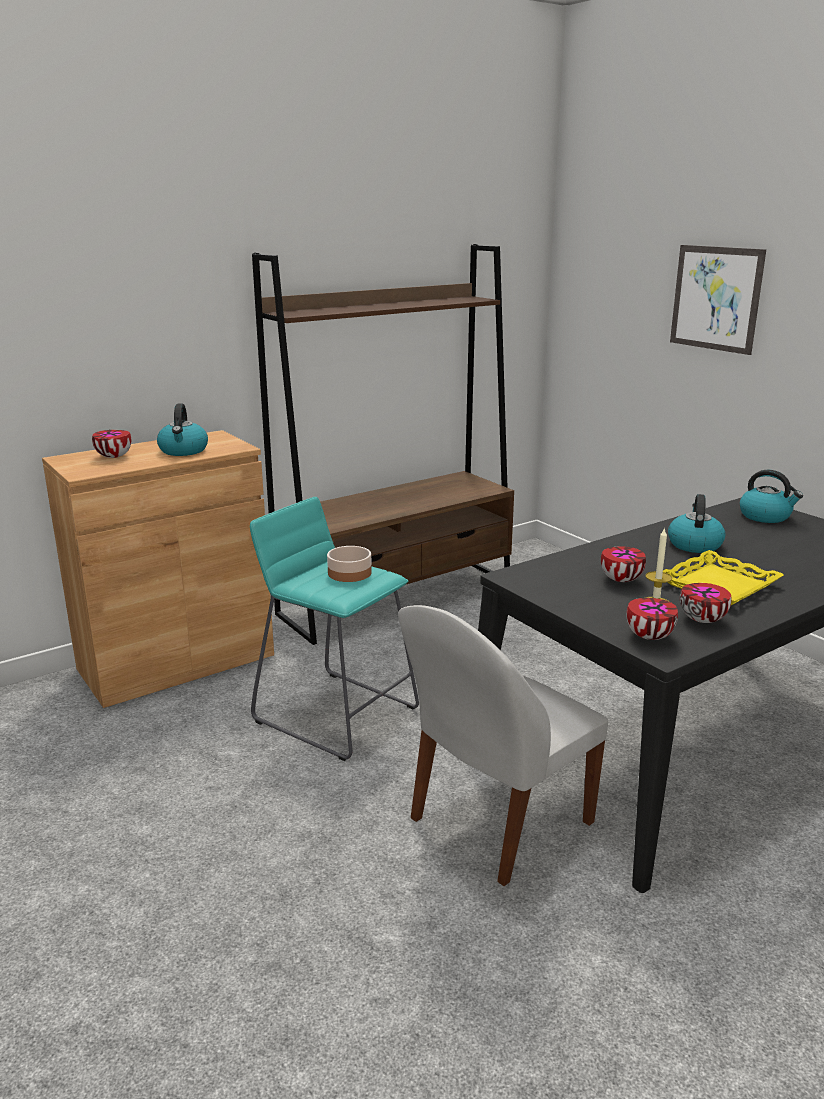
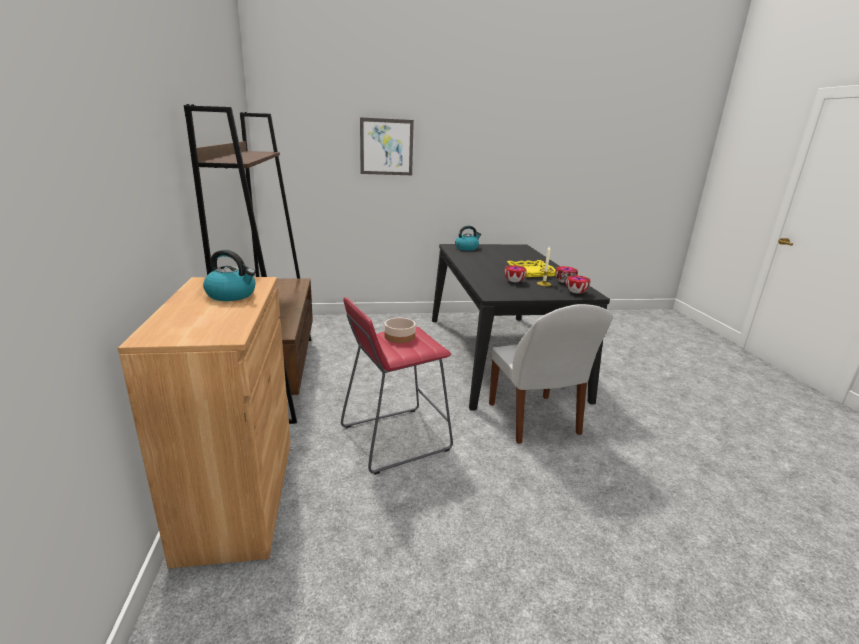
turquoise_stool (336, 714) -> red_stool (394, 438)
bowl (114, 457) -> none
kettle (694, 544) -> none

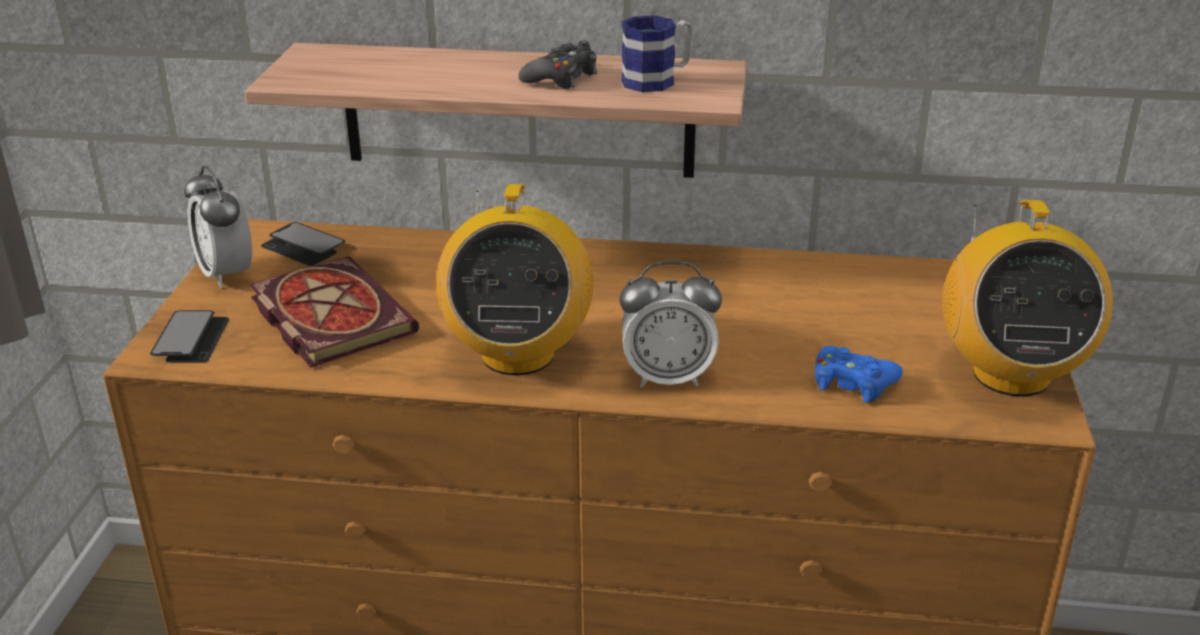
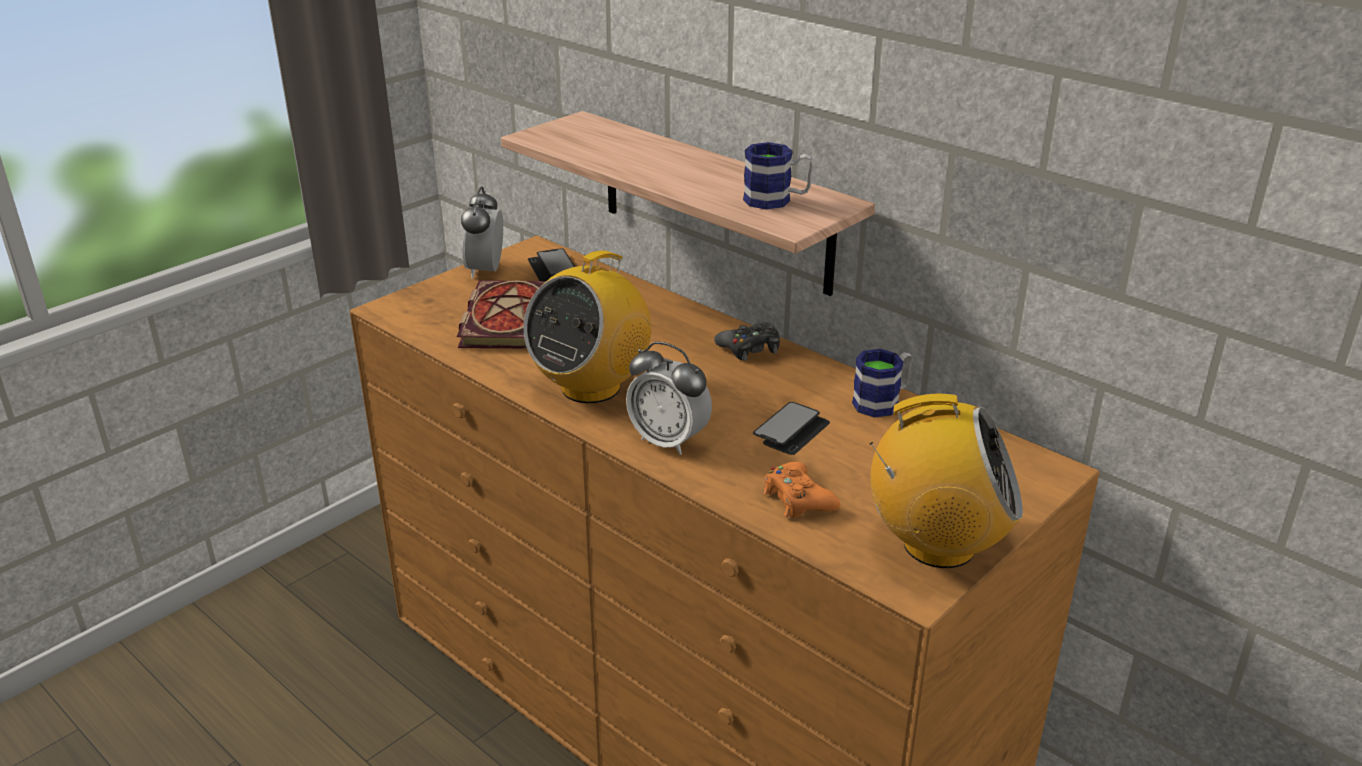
black_game_controller (561, 78) -> black_game_controller (750, 348), moved
phone (191, 339) -> phone (791, 430), moved
blue_game_controller (852, 383) -> orange_game_controller (797, 499)
none -> mug (882, 401)
radio (1010, 374) -> radio (937, 545), 120 degrees counterclockwise

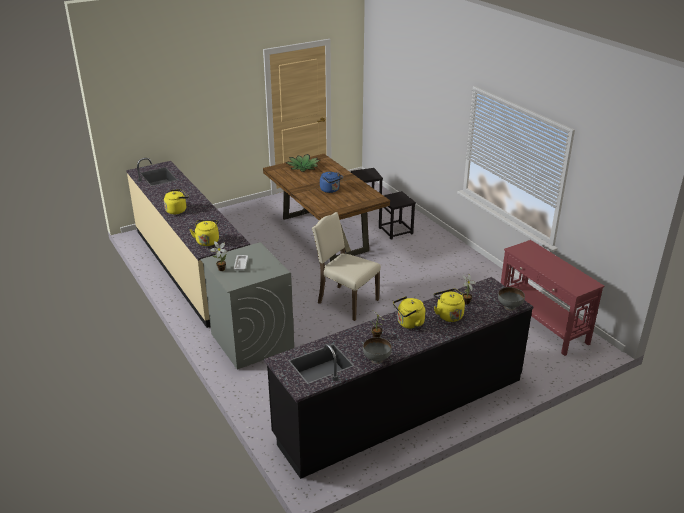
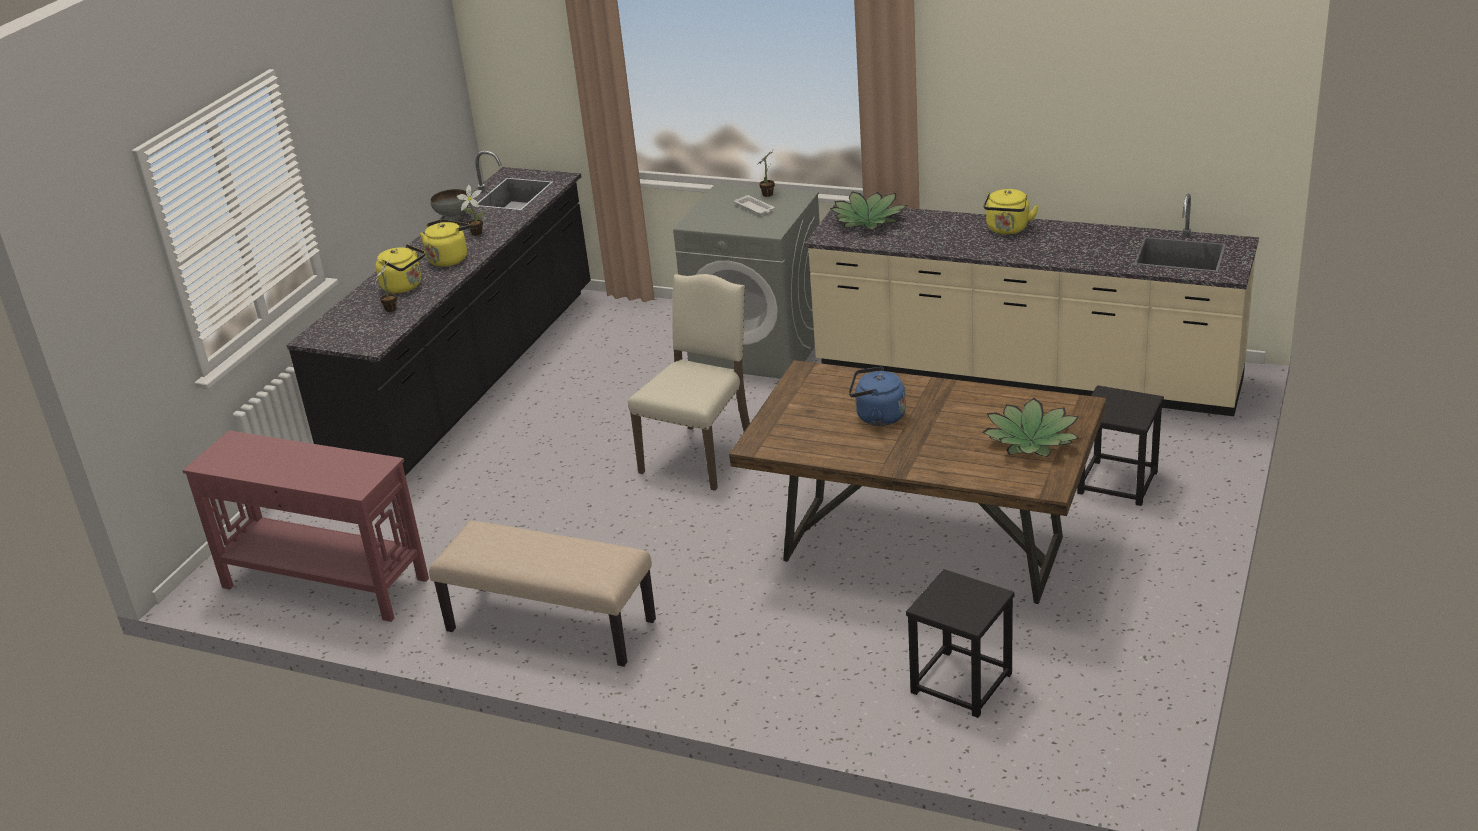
none -> beige_bench (549, 626)
beige_chair (346, 301) -> beige_chair (700, 455), 60 degrees counterclockwise
yellow_kettle (207, 241) -> potted_plant (868, 220)
black_stool (396, 231) -> black_stool (1117, 483), moved
grey_bowl (509, 307) -> none

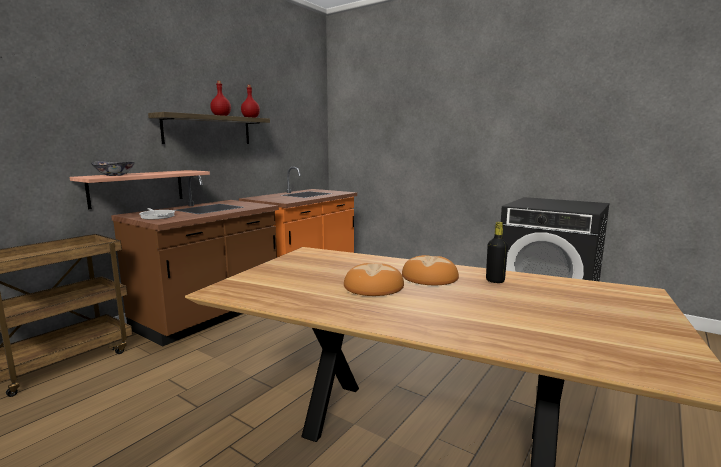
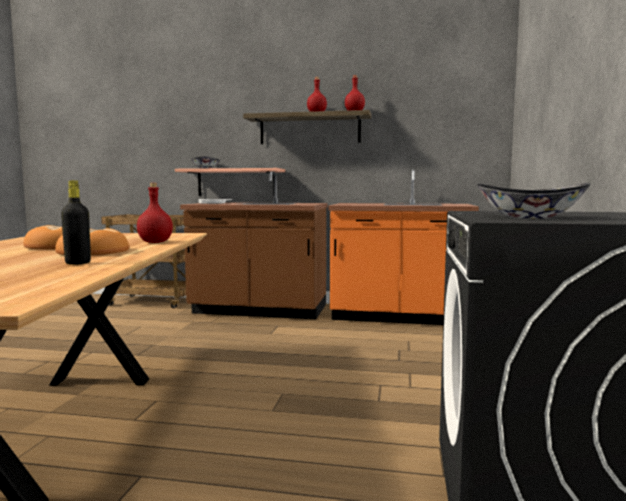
none -> red_bottle (156, 242)
none -> bowl (529, 217)

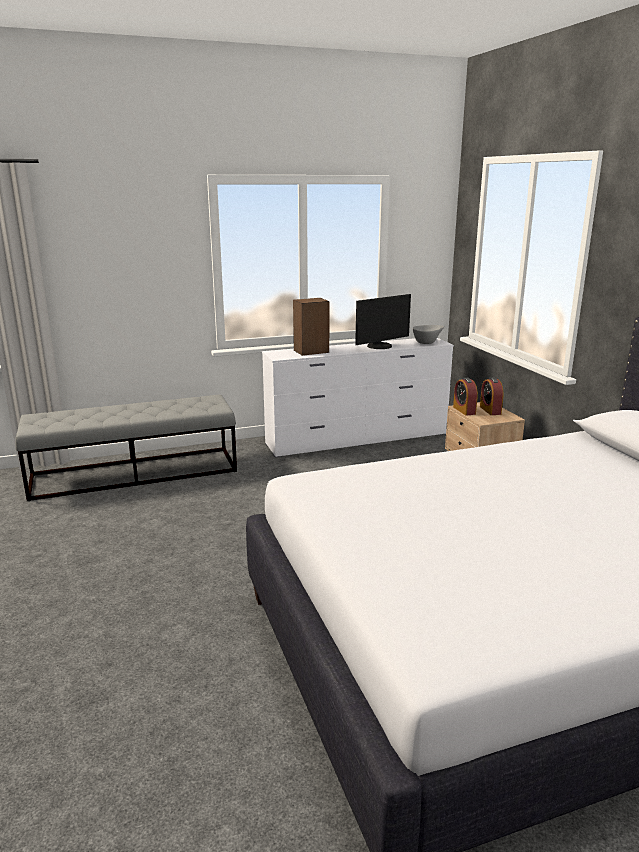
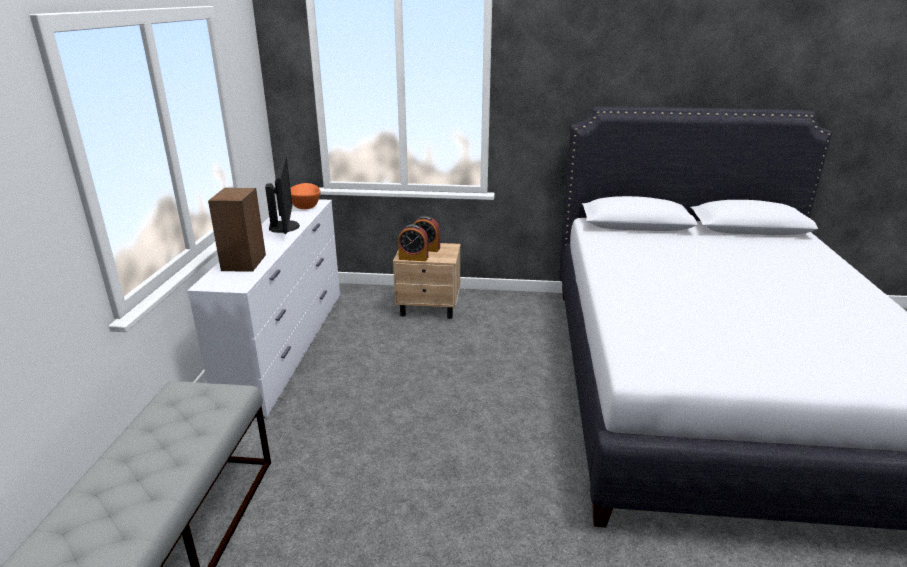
grey_bowl (427, 342) -> orange_bowl (306, 206)

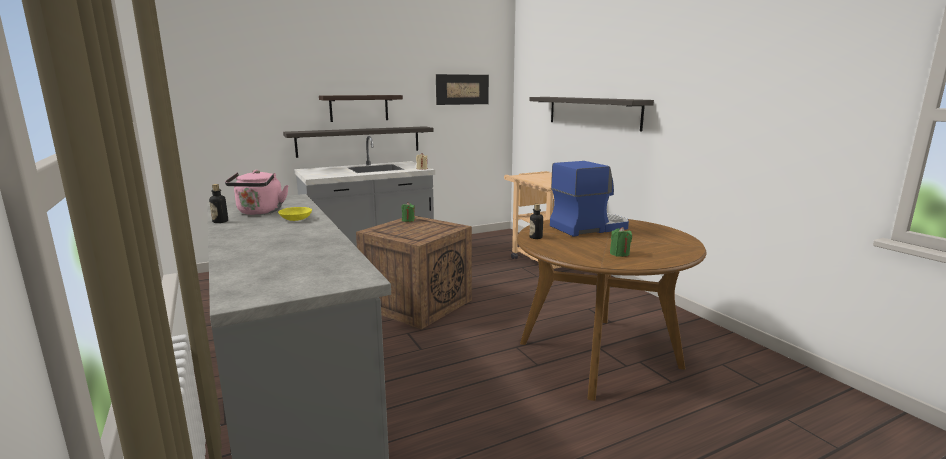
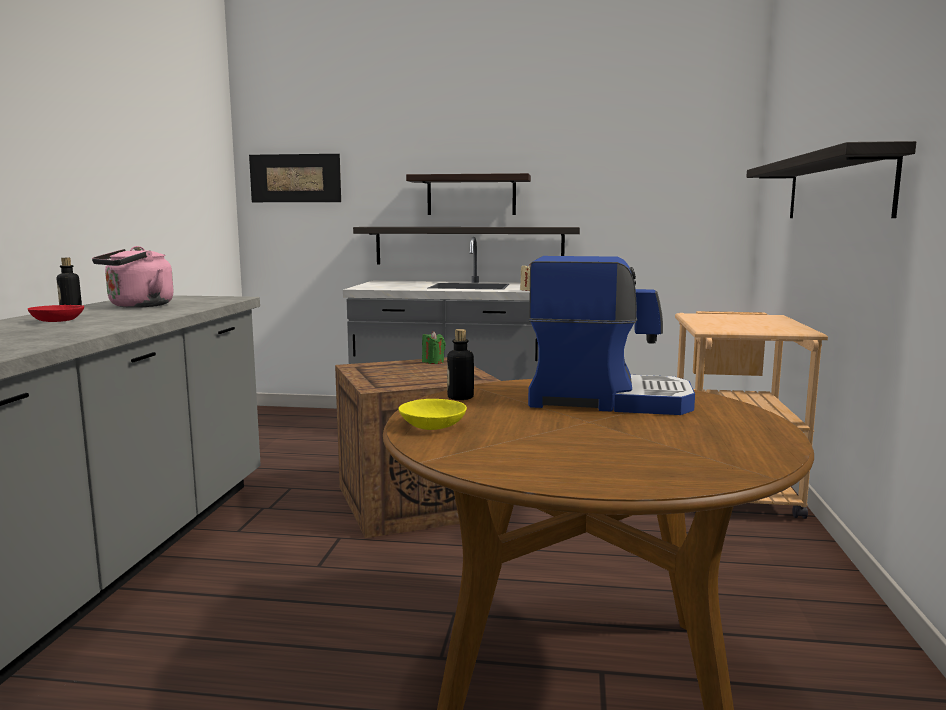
none -> red_bowl (58, 321)
picture (462, 89) -> picture (295, 178), moved
yellow_bowl (295, 219) -> yellow_bowl (431, 426), moved
green_candle (619, 254) -> none

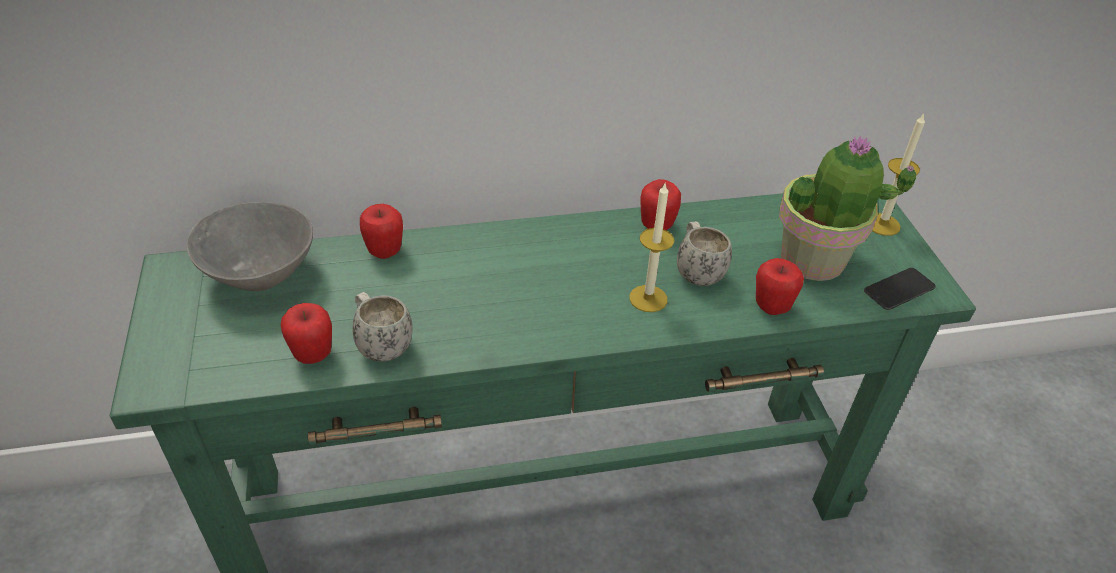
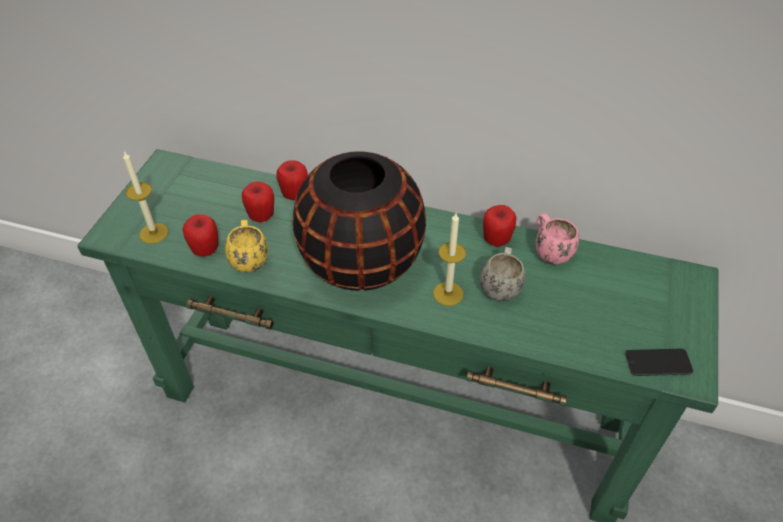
candle (882, 224) -> candle (154, 233), moved
white_mug (380, 344) -> yellow_mug (249, 258)
apple (771, 307) -> apple (261, 216), moved
none -> black_vase (361, 263)
none -> pink_mug (549, 251)
grey_bowl (259, 274) -> none
potted_plant (814, 260) -> none

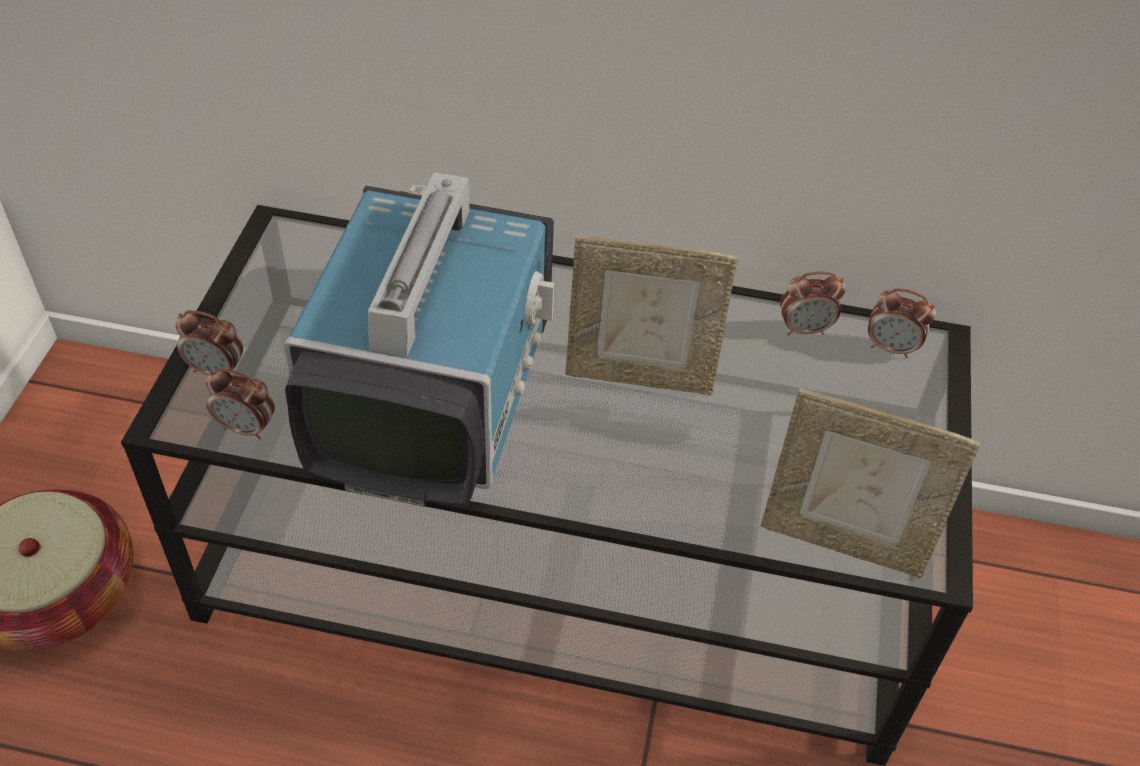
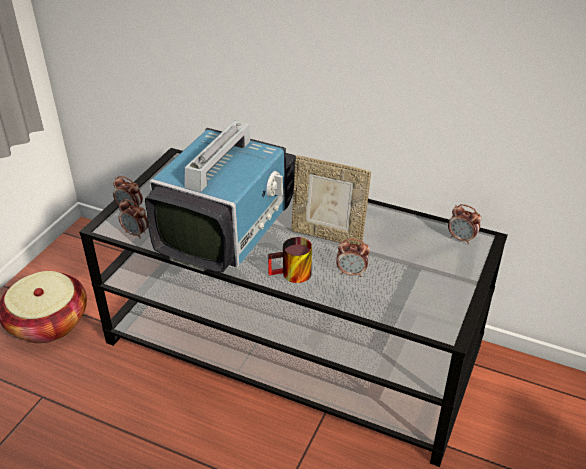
none -> mug (292, 275)
alarm_clock (805, 329) -> alarm_clock (351, 273), moved
picture_frame (843, 541) -> none

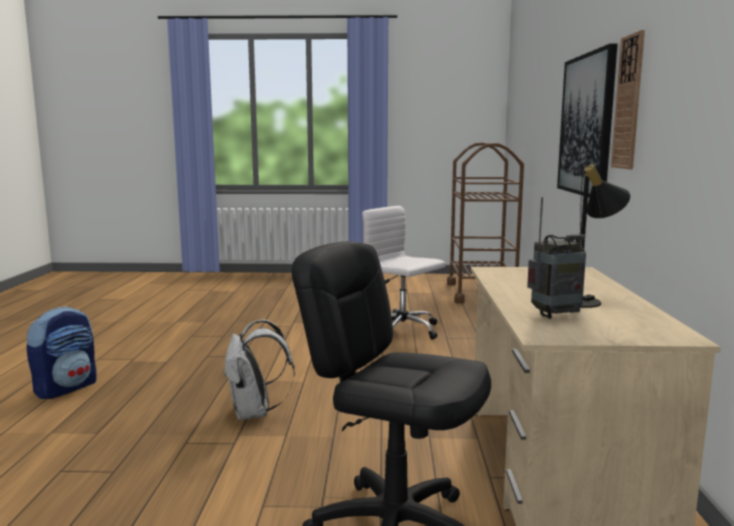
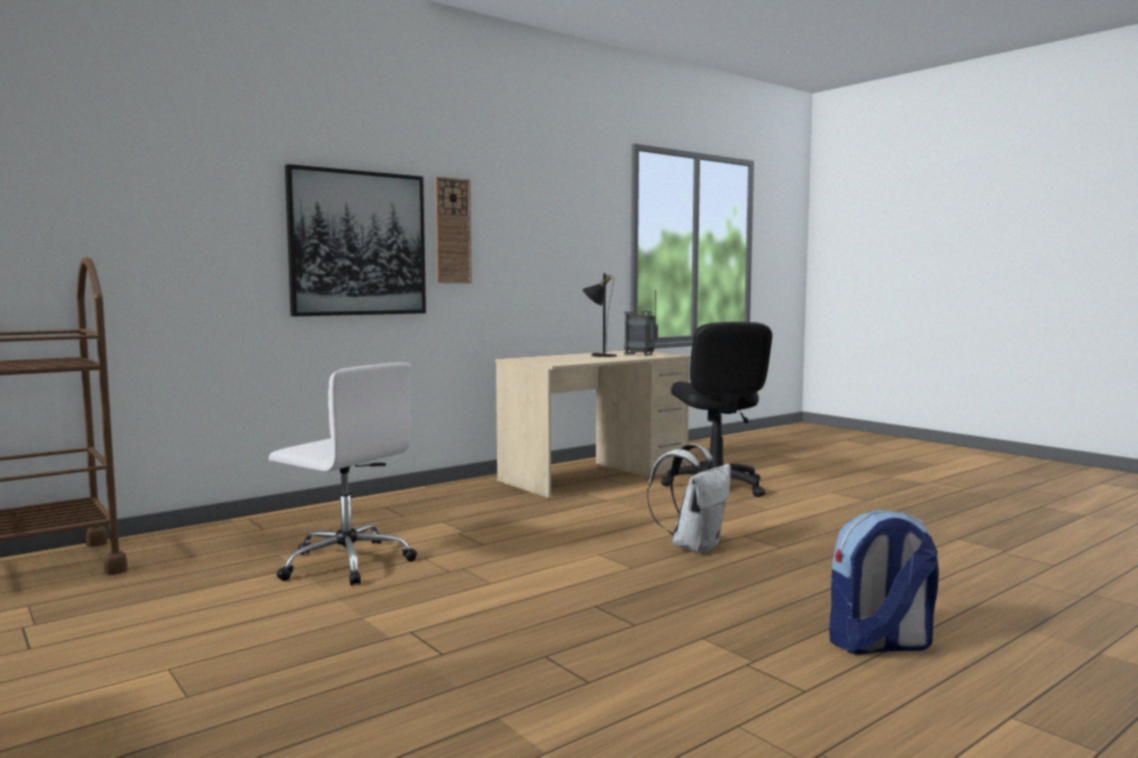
white_office_chair (403, 331) -> white_office_chair (345, 562), 60 degrees counterclockwise

